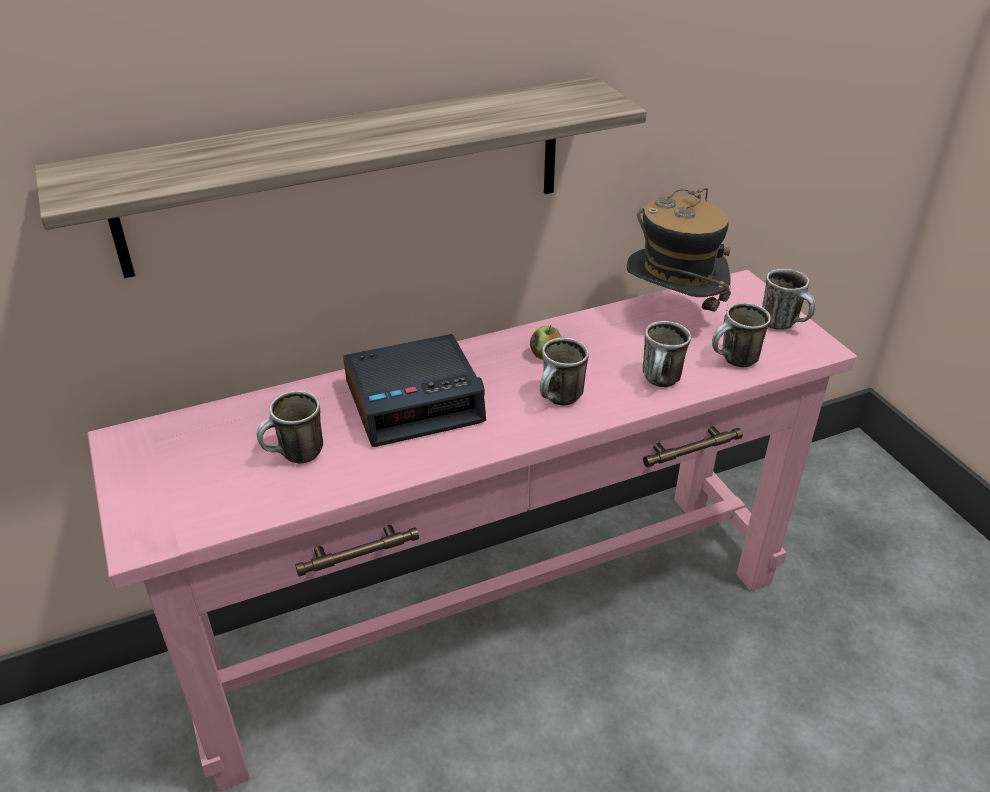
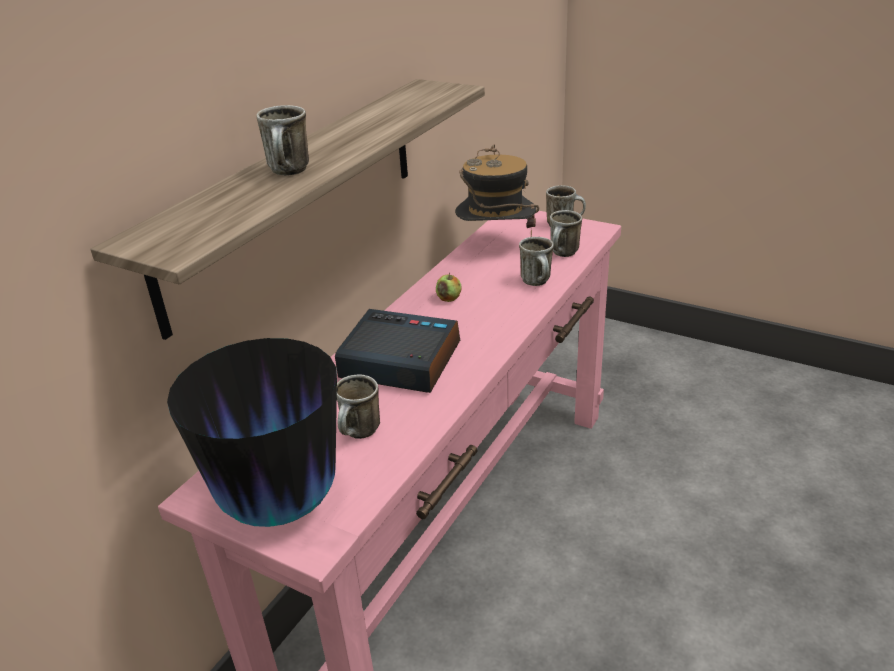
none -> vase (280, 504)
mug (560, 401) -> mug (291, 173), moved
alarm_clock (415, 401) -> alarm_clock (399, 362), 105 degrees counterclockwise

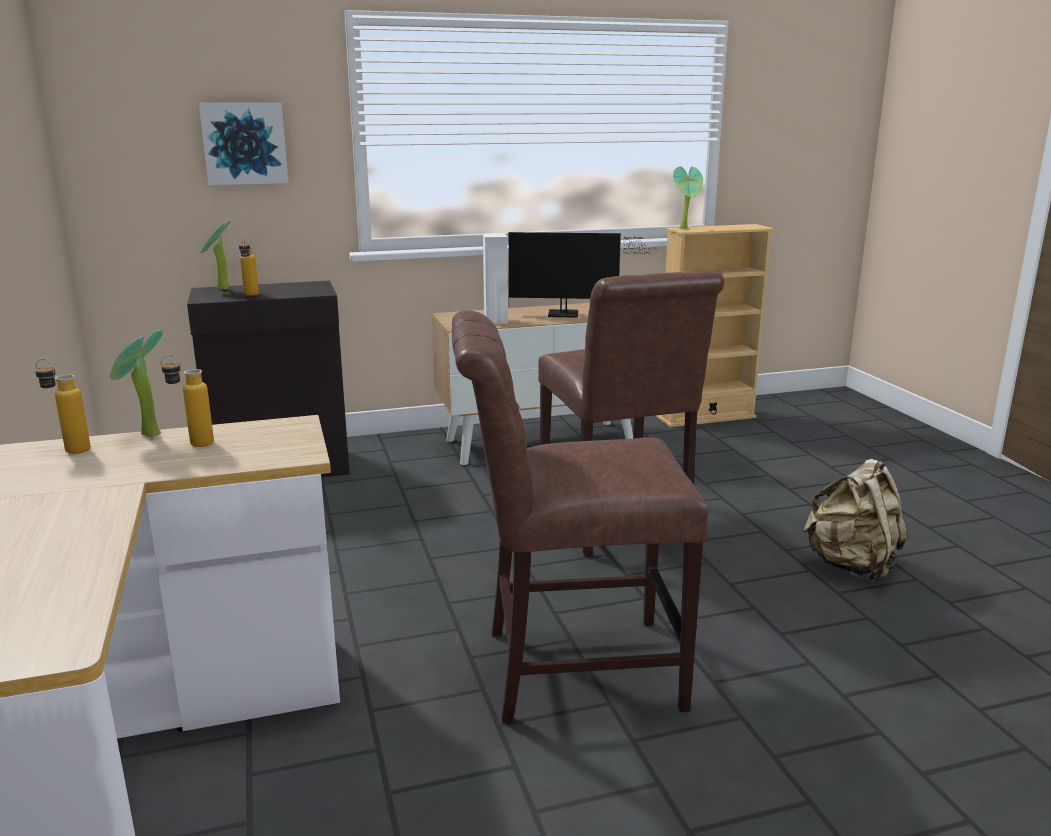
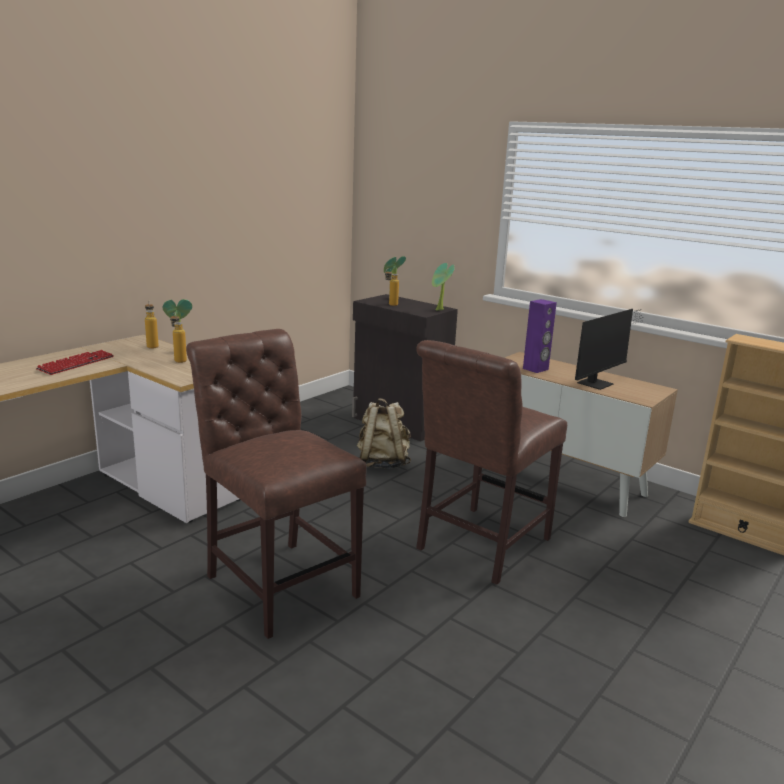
none -> keyboard (76, 364)
beige_backpack (851, 566) -> beige_backpack (382, 463), moved
potted_plant (685, 228) -> potted_plant (439, 310), moved
white_speaker (496, 321) -> purple_speaker (535, 369)
monitor (568, 314) -> monitor (599, 383), 105 degrees counterclockwise
picture (244, 143) -> none

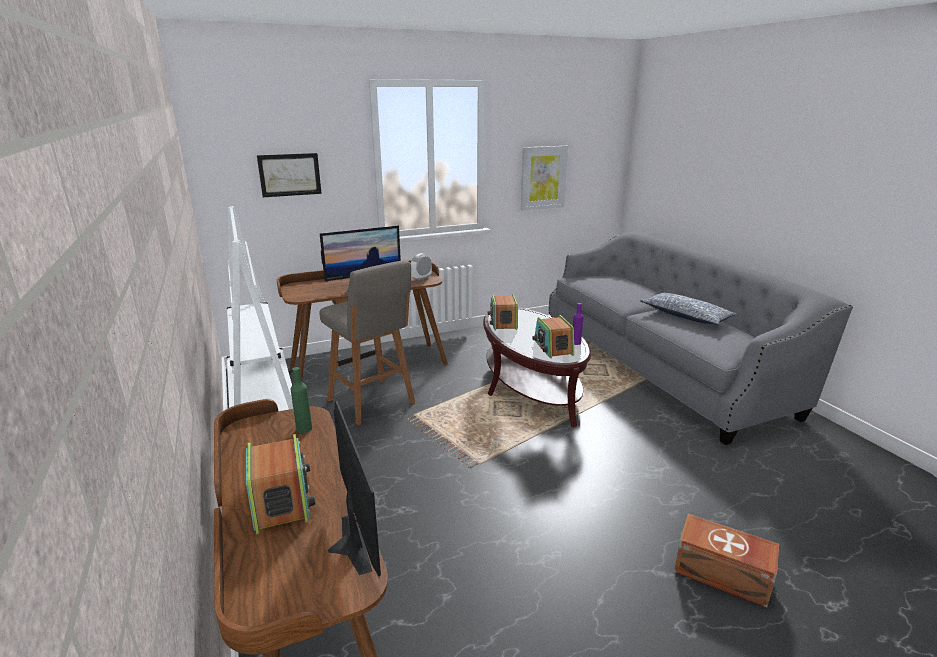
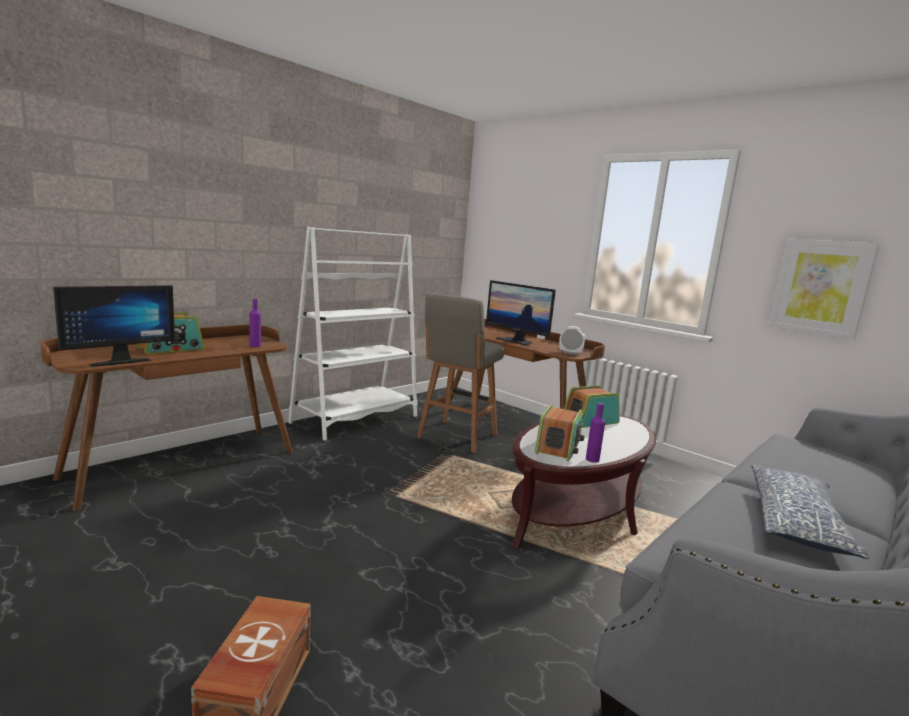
green_bottle (304, 428) -> purple_bottle (255, 346)
radio (552, 348) -> radio (558, 447), 150 degrees clockwise
picture (290, 175) -> none

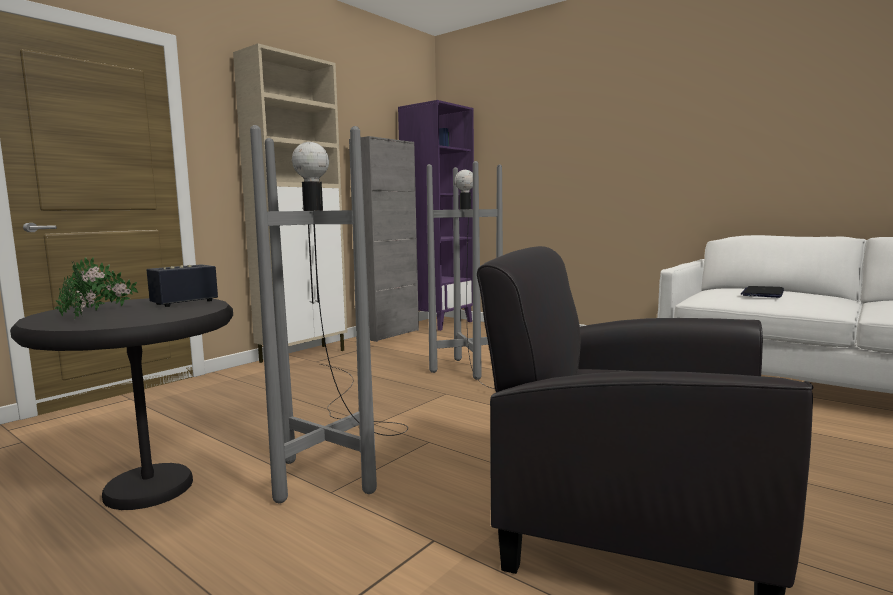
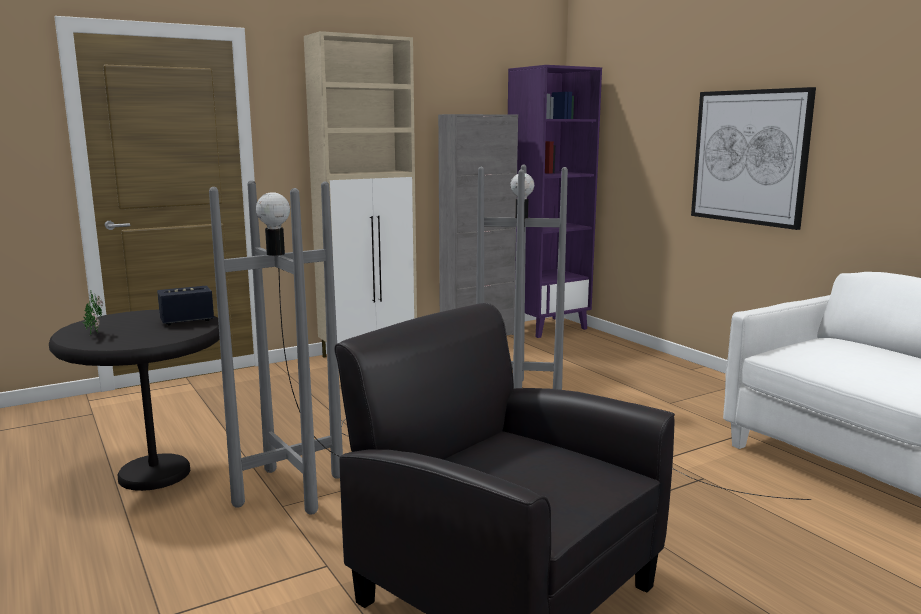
none -> picture (749, 157)
potted_plant (105, 309) -> none
laptop (762, 293) -> none

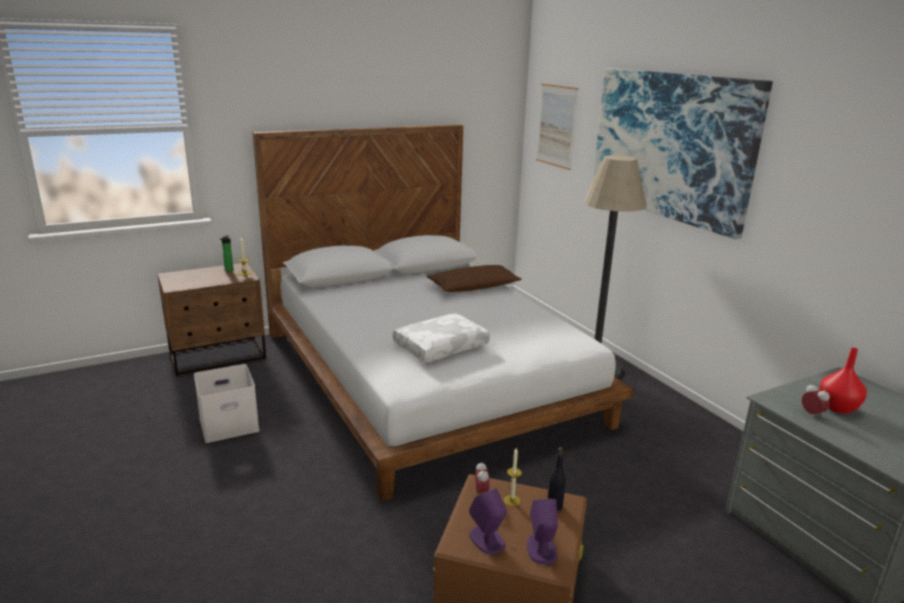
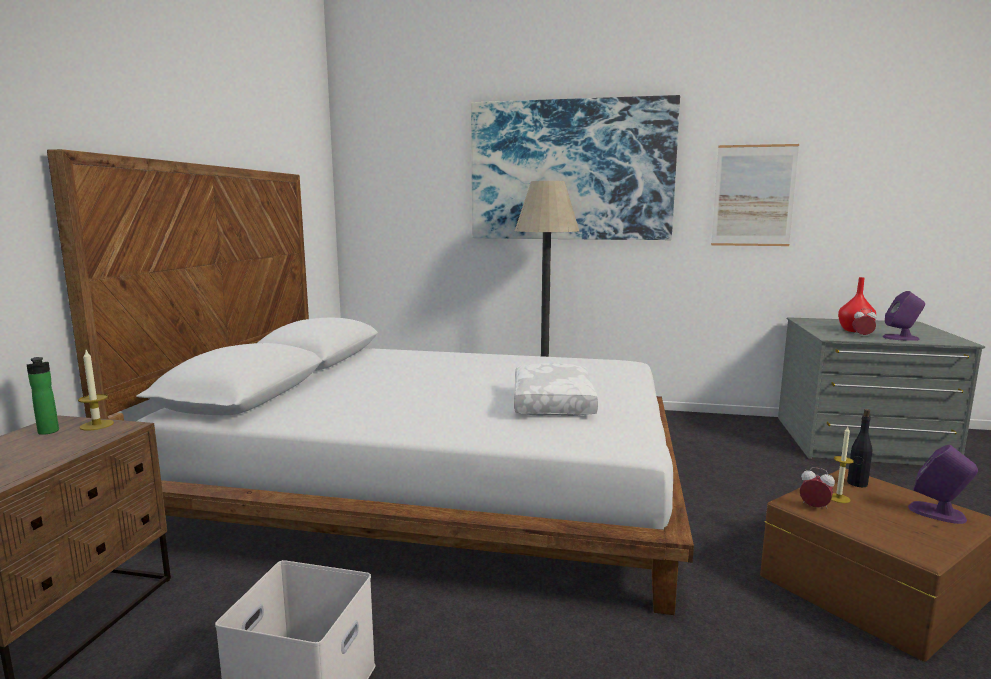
picture (556, 126) -> picture (753, 196), moved
purple_speaker (487, 540) -> purple_speaker (901, 338), moved
brown_pillow (474, 287) -> none

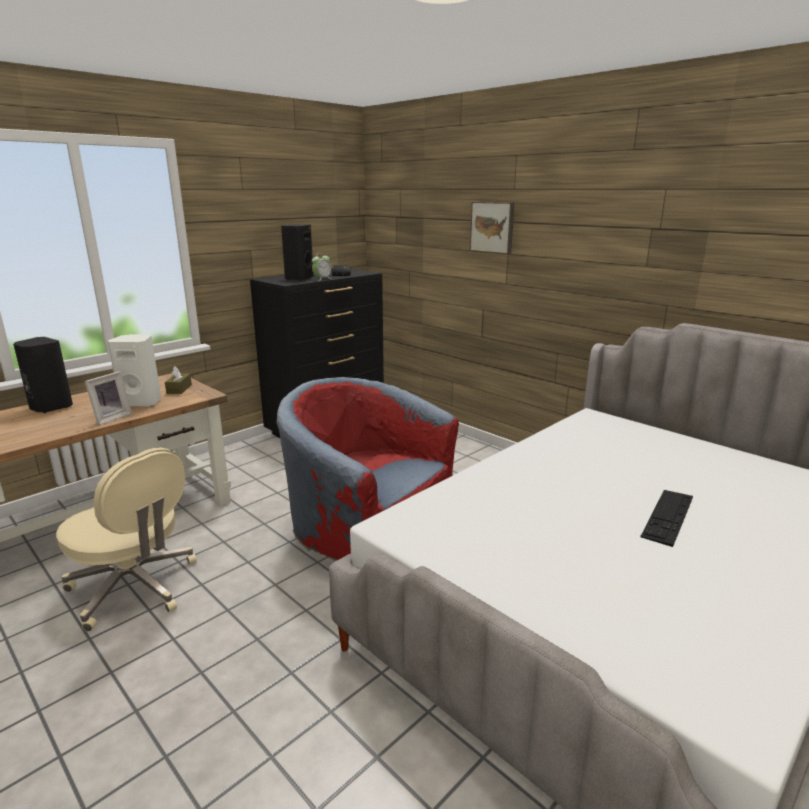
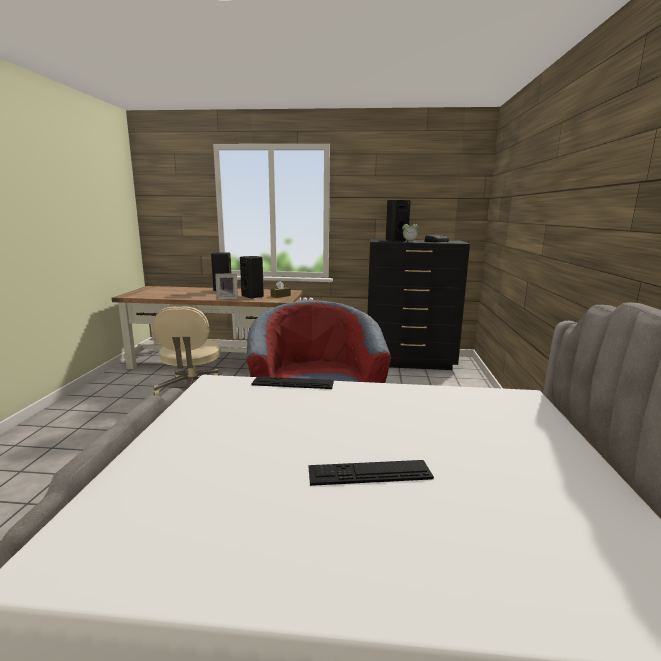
white_speaker (142, 402) -> black_speaker (253, 296)
none -> keyboard (293, 383)
picture (493, 227) -> none

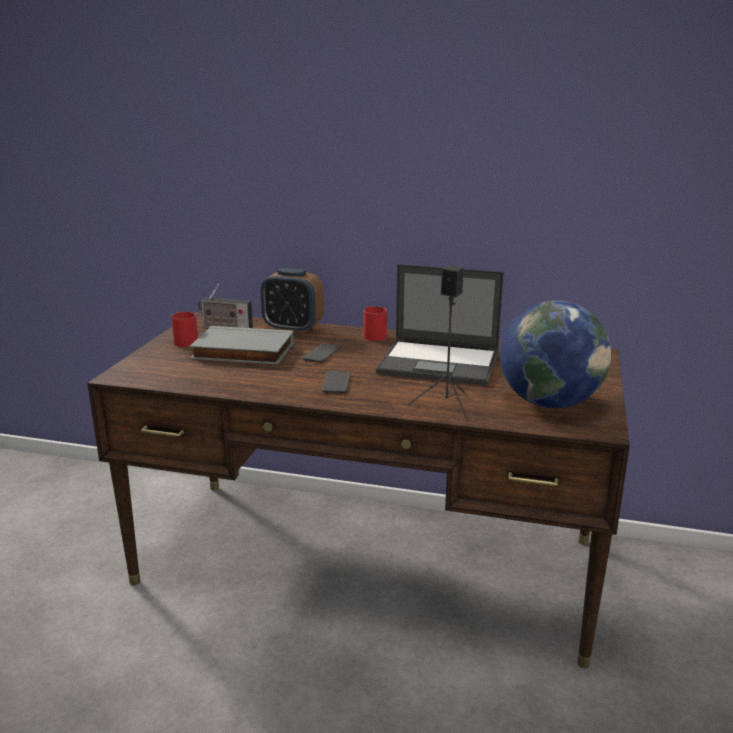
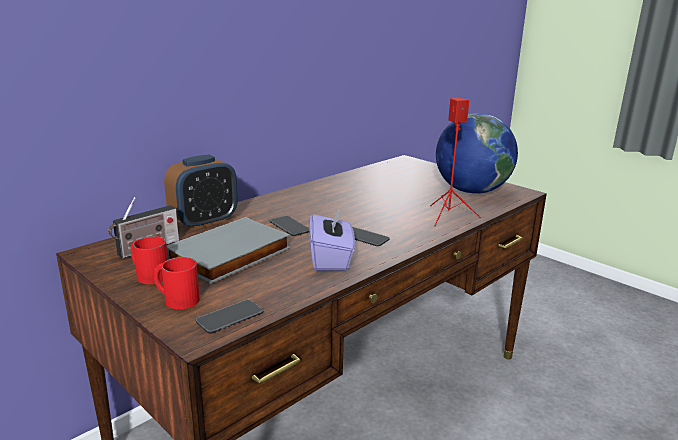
red_mug (374, 335) -> red_mug (176, 299), moved
none -> phone (230, 317)
none -> purple_tissue_box (331, 259)
black_speaker (447, 405) -> red_speaker (449, 216)
laptop (440, 363) -> none

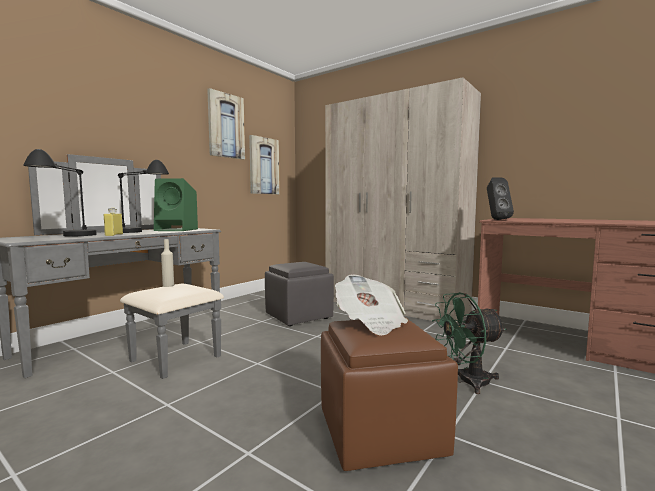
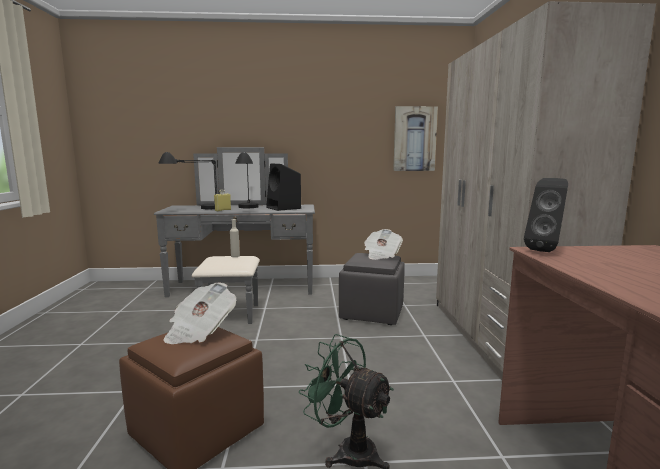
green_speaker (177, 230) -> black_speaker (284, 208)
none -> newspaper (381, 255)
picture (226, 126) -> none

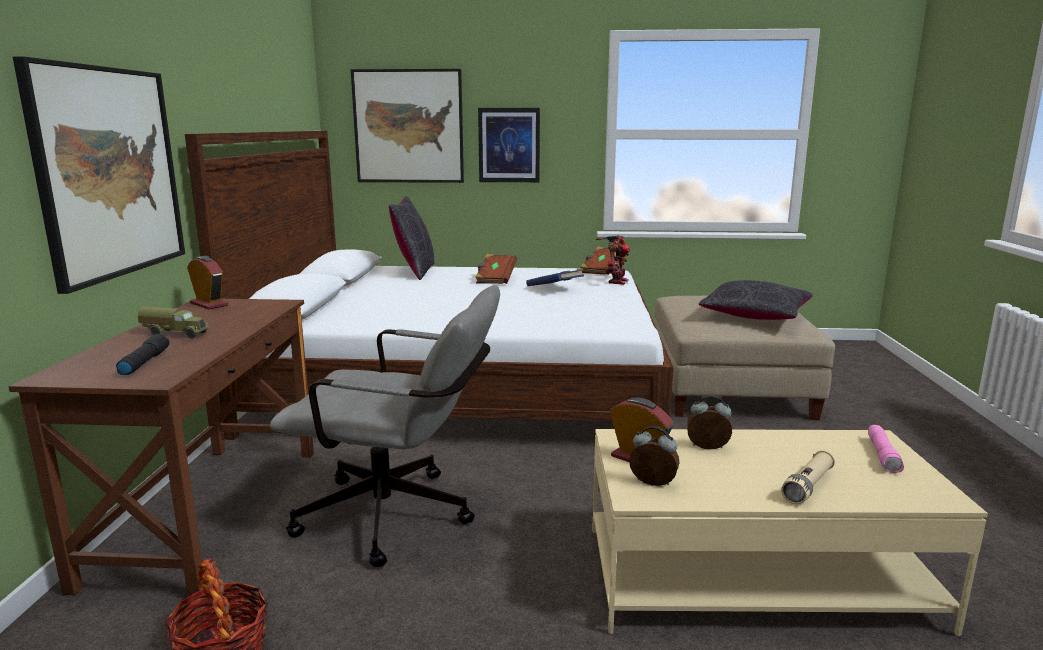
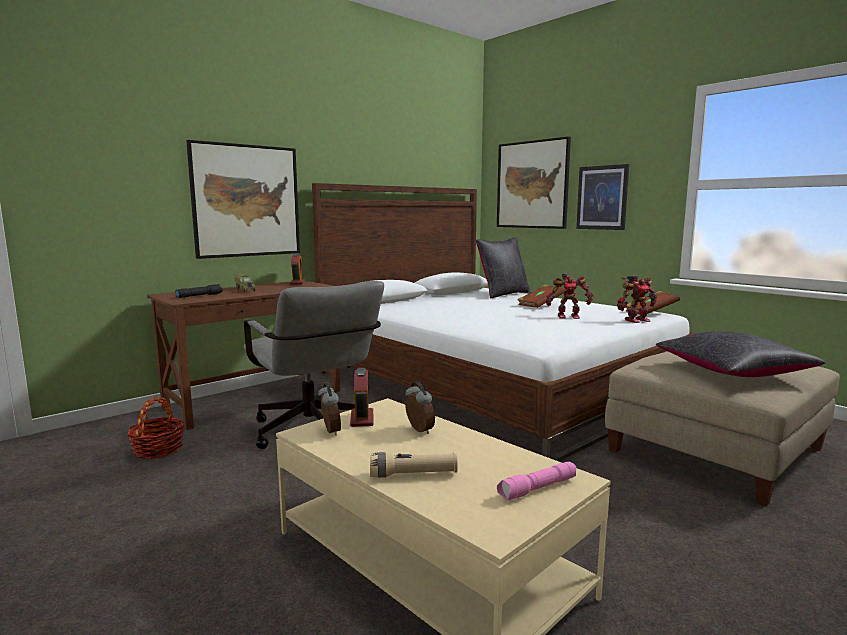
blue_book (555, 289) -> toy_robot (567, 316)

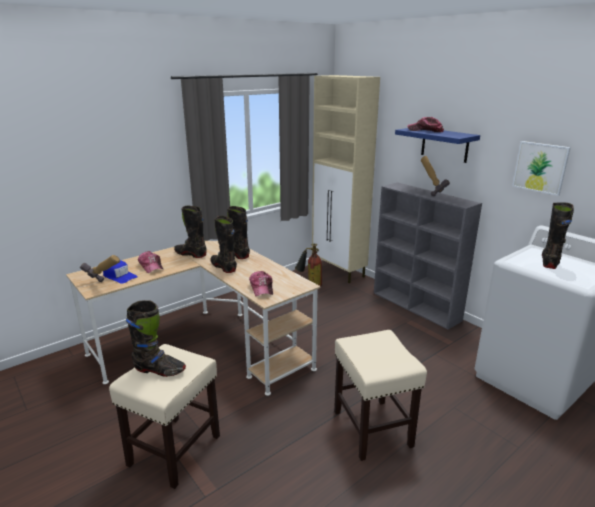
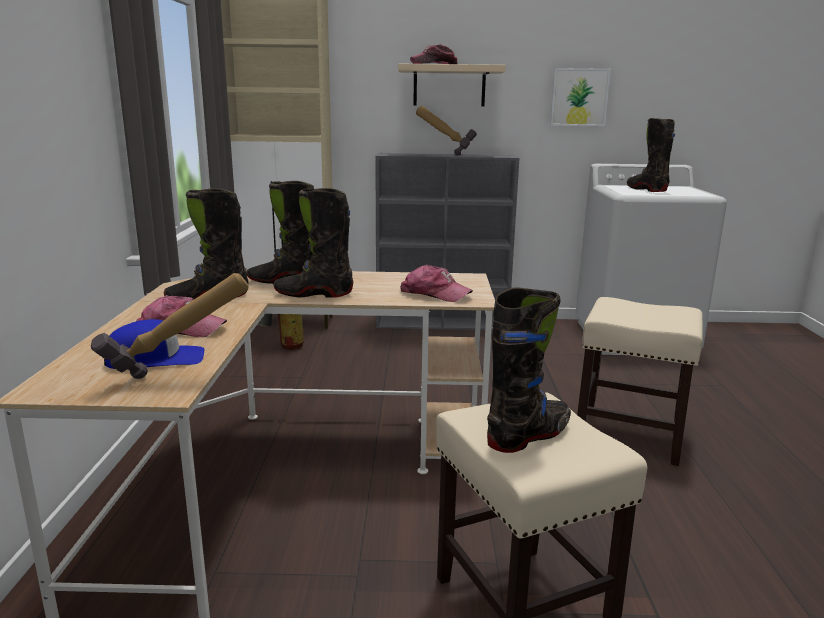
blue_shelf (444, 144) -> beige_shelf (449, 86)

